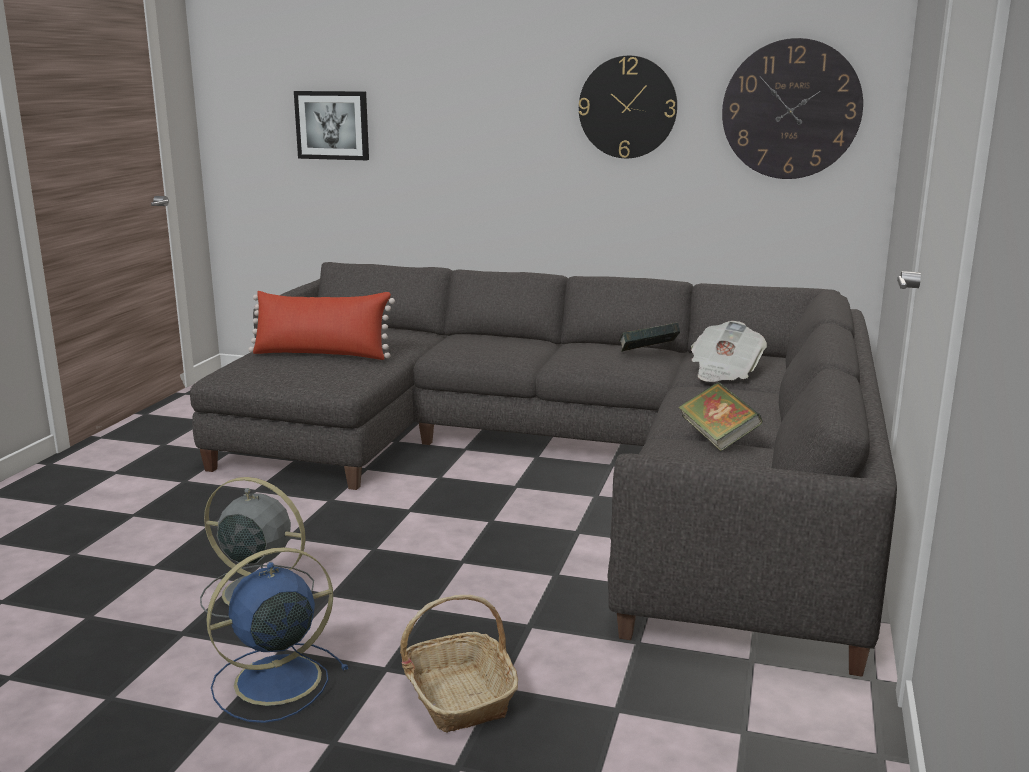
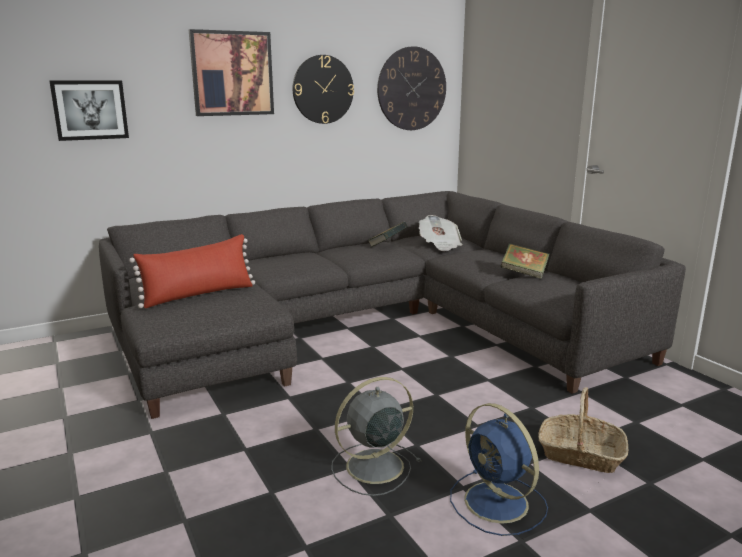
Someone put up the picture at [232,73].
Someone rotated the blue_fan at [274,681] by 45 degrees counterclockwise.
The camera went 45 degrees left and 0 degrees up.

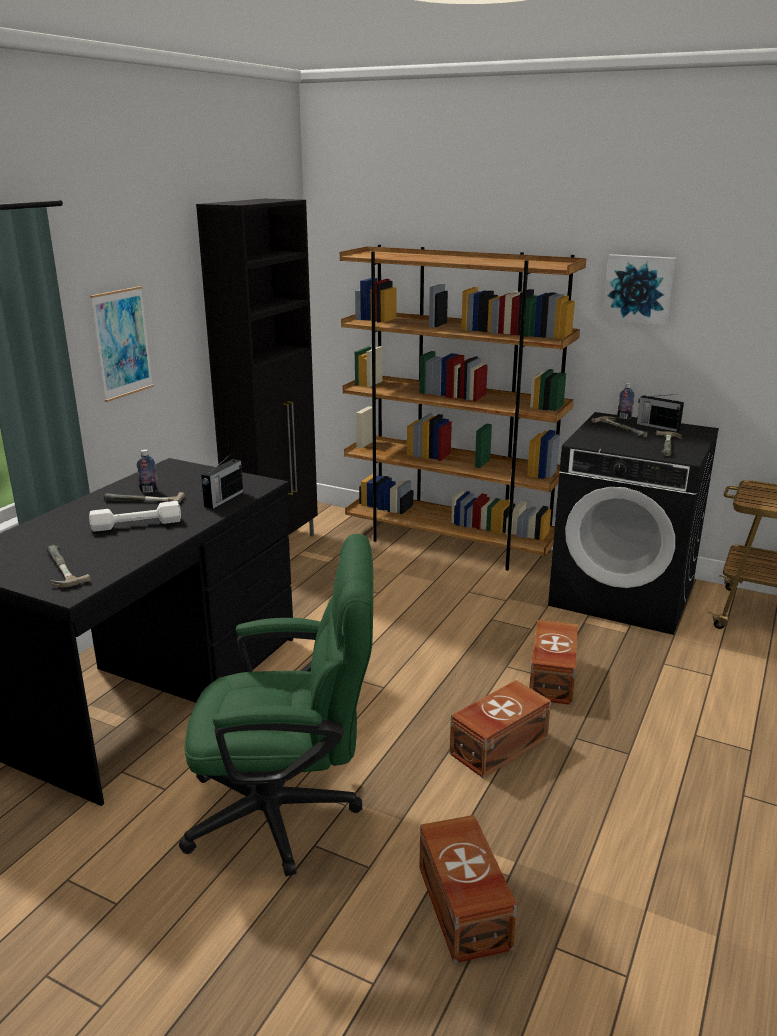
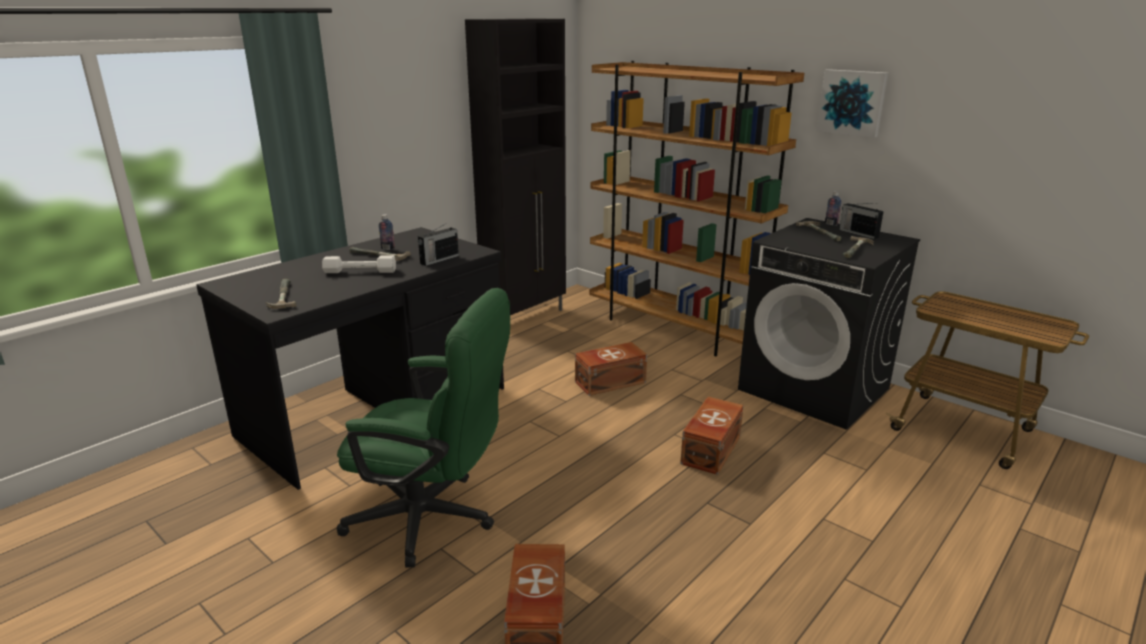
Someone took away the picture at [122,343].
Someone carried the brown_storage_box from [497,746] to [609,382].
The camera went 15 degrees right and 0 degrees up.

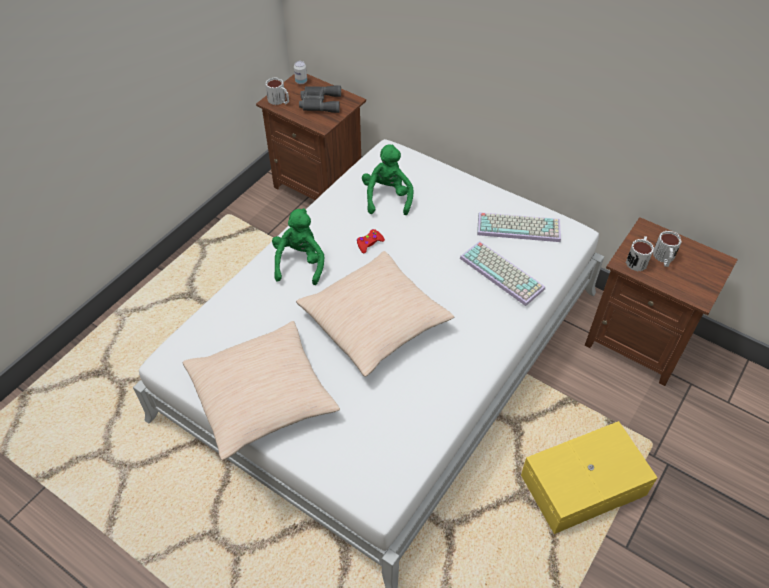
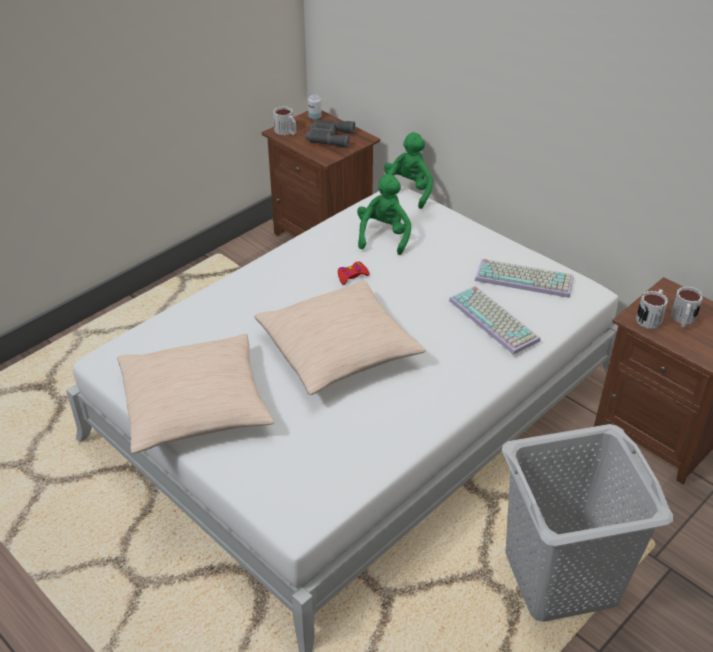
Someone carried the green_plush_toy from [300,262] to [408,191].
Someone swapped the yellow_storage_box at [584,486] for the grey_laundry_basket at [561,577].
The camera went 10 degrees right and 10 degrees down.

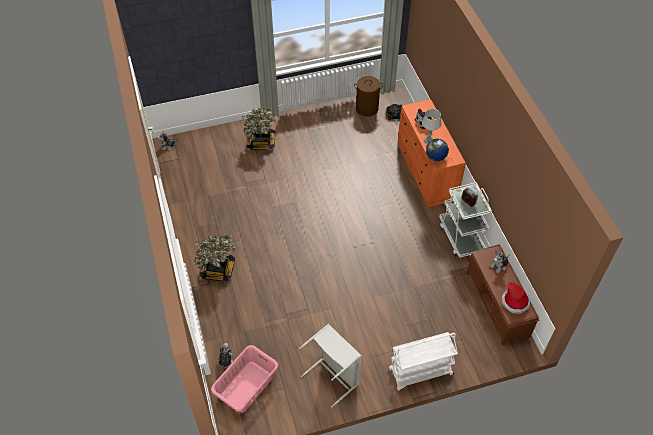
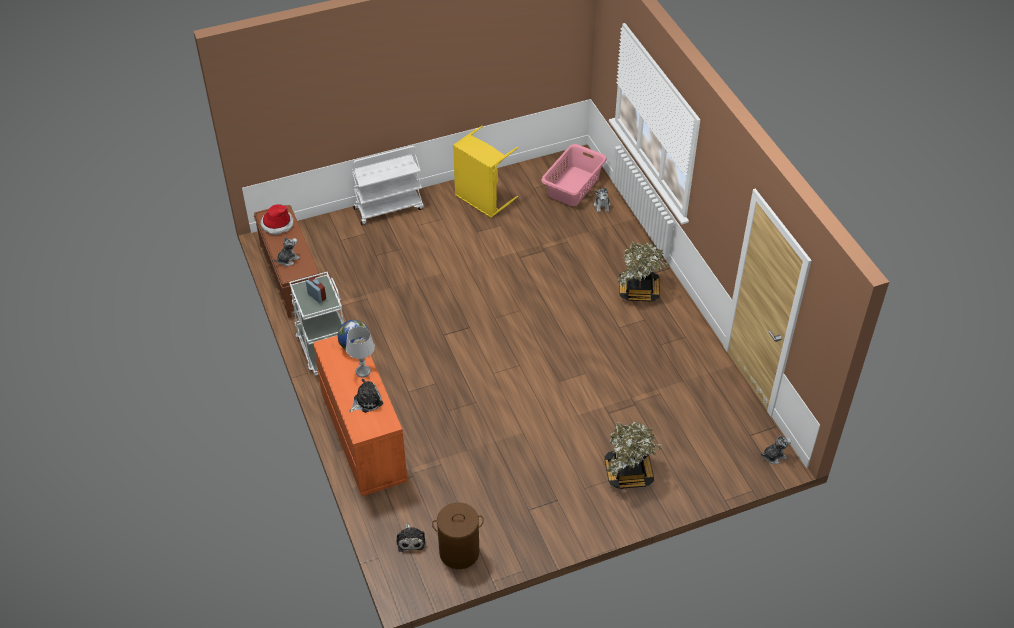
Someone repainted the grey_laundry_basket at [334,376], which became the yellow_laundry_basket at [482,200].
The camera went 175 degrees right and 5 degrees down.

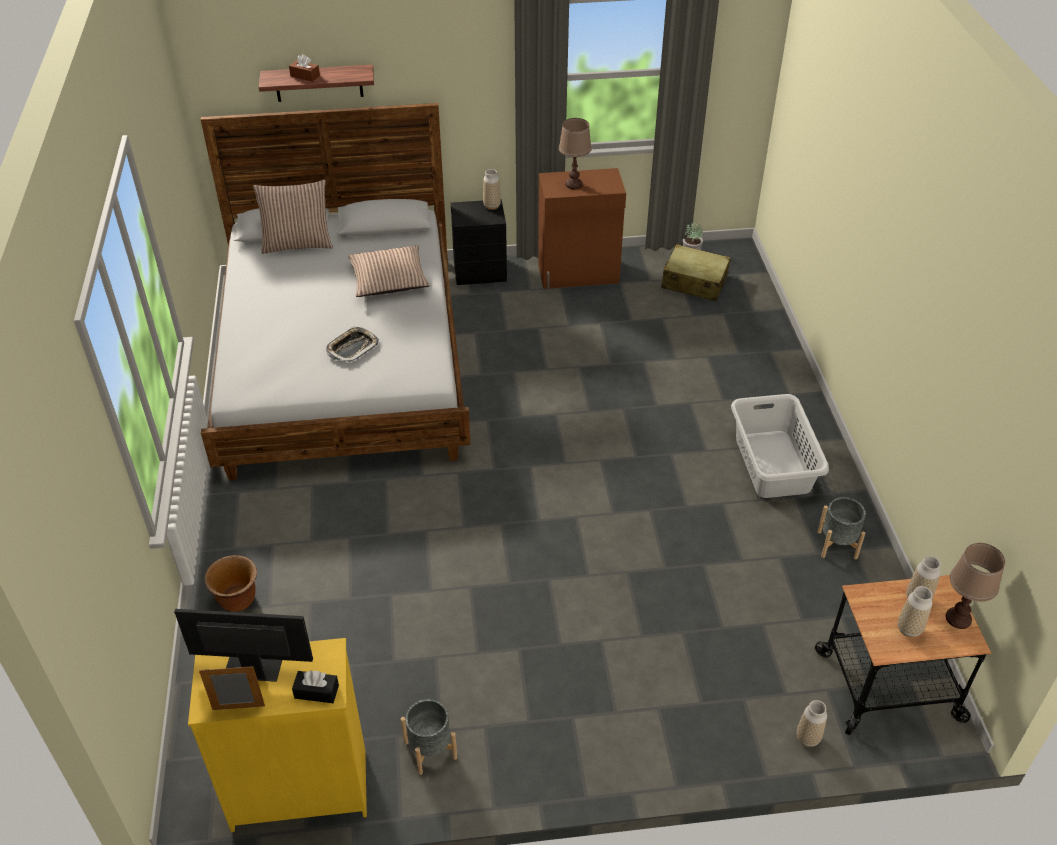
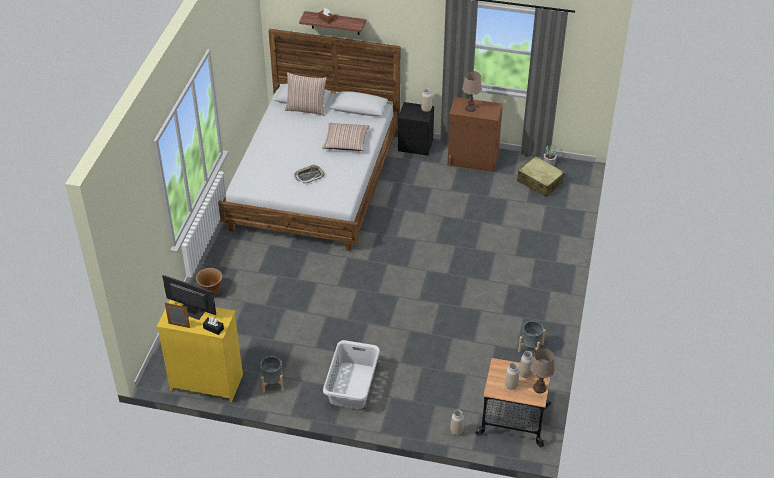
Someone carried the grey_laundry_basket from [772,464] to [351,386].
The camera went 20 degrees right and 0 degrees up.

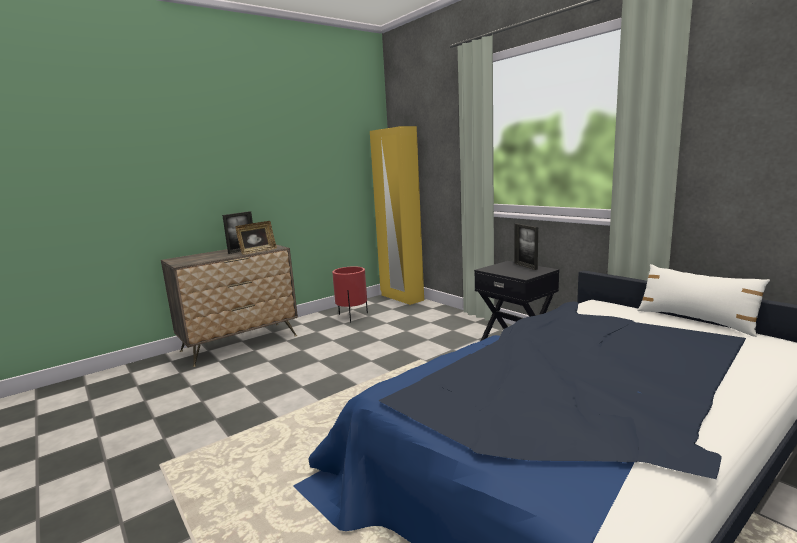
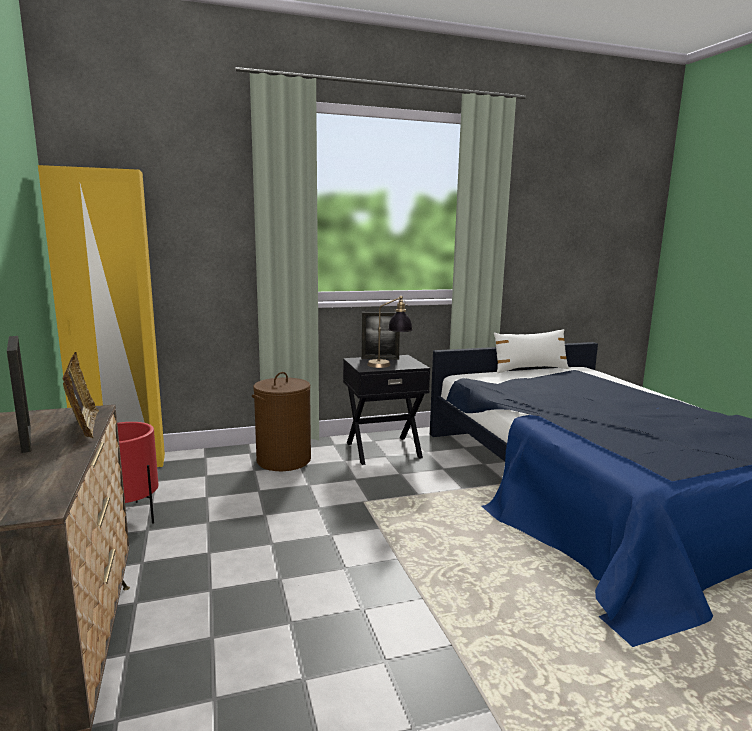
Someone put down the brown_laundry_basket at [284,460].
Someone put down the table_lamp at [389,365].
The camera went 70 degrees left and 0 degrees up.

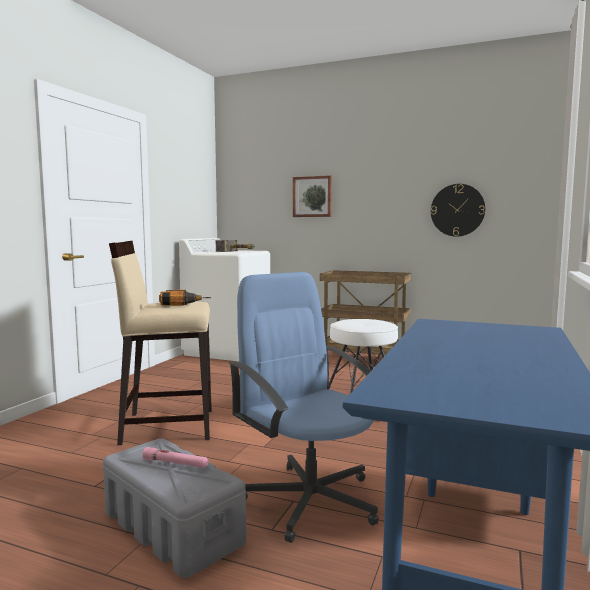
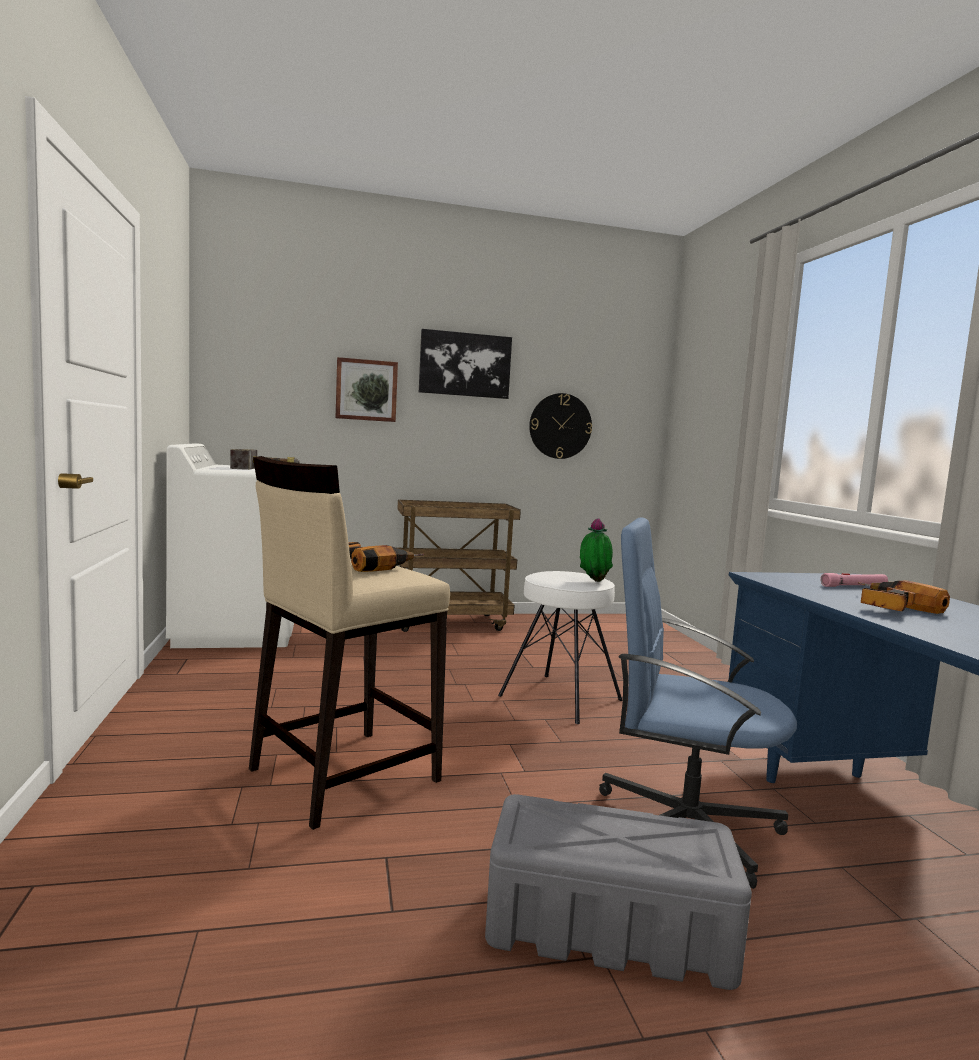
Someone put up the picture at [465,364].
Someone put down the potted_plant at [593,581].
Someone put down the power_drill at [888,607].
Someone carried the pink_flashlight from [175,463] to [854,586].
The camera went 35 degrees left and 0 degrees up.

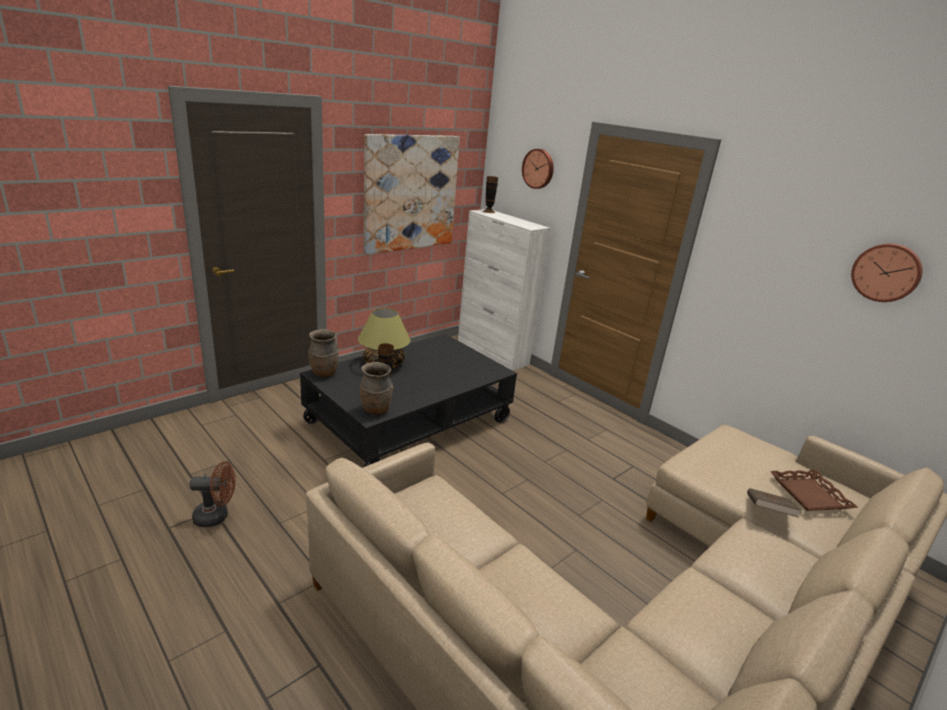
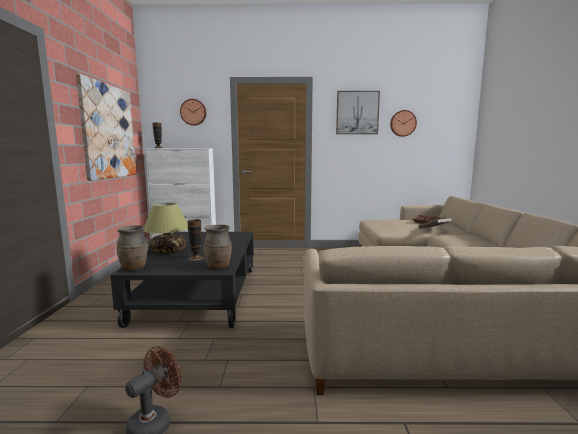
Someone put up the picture at [357,113].
The camera went 45 degrees left and 15 degrees down.

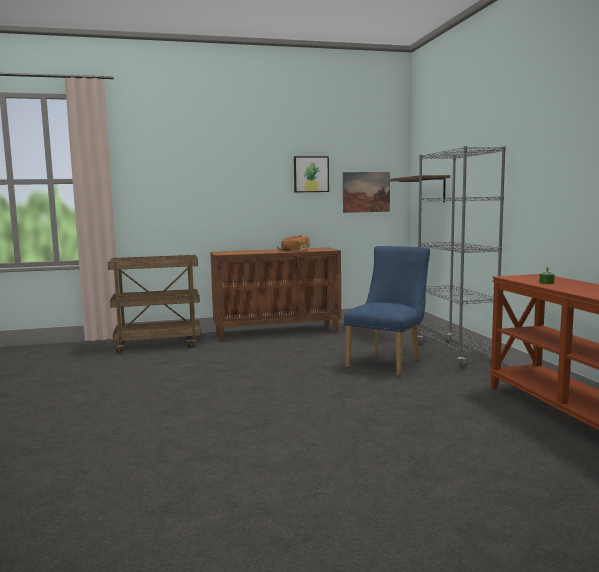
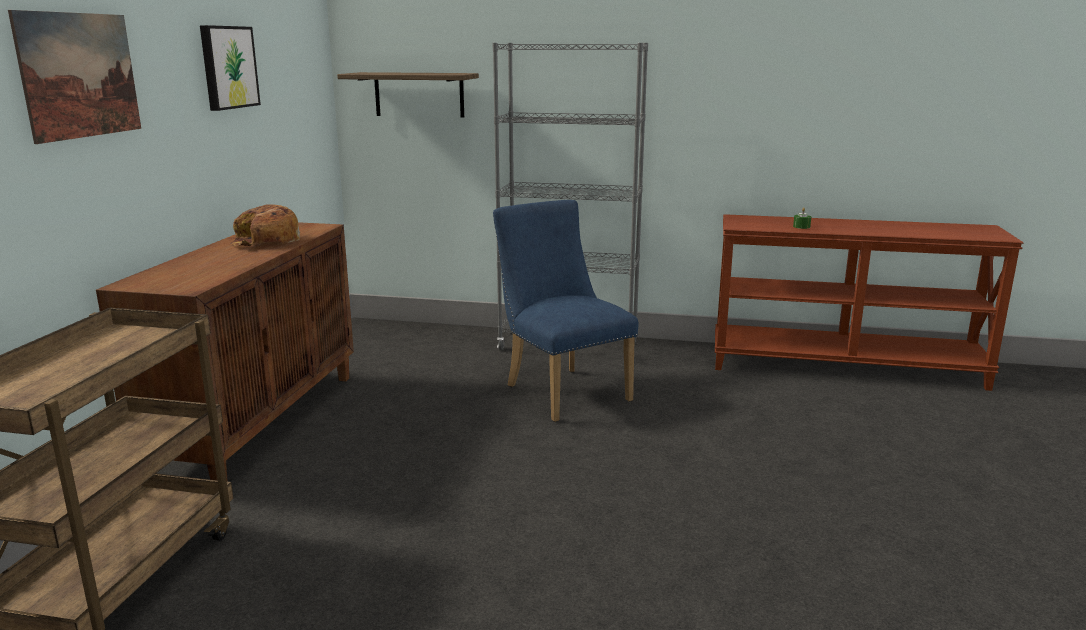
Someone carried the picture from [366,192] to [80,75].
The camera went 65 degrees left and 10 degrees up.

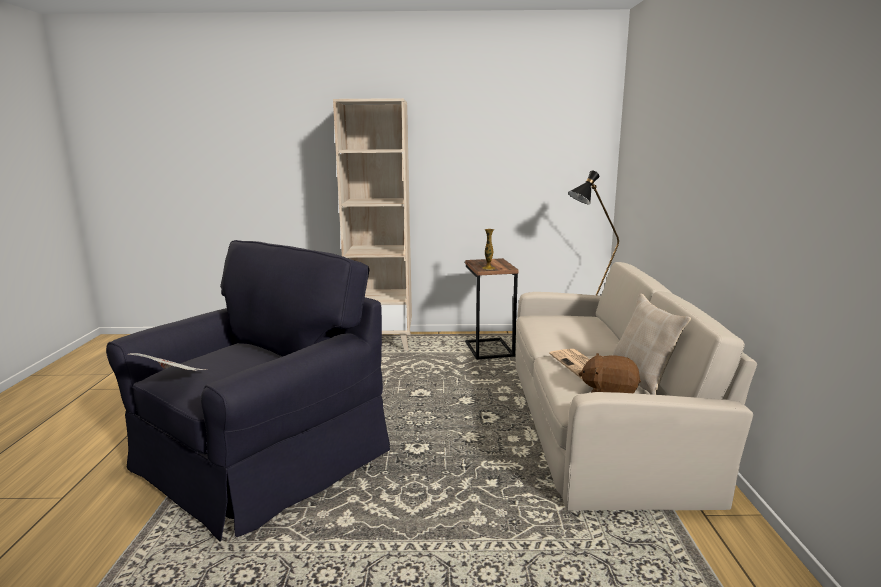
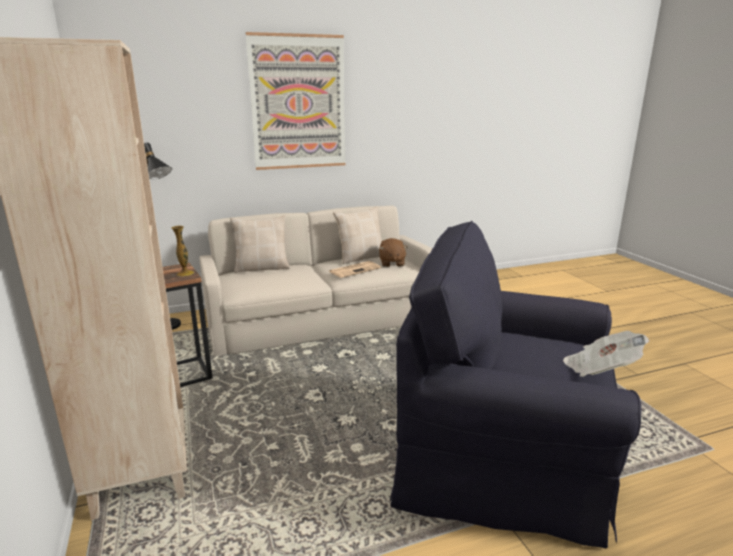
Someone put down the beige_pillow at [262,268].
Someone put up the picture at [298,103].
The camera went 110 degrees left and 5 degrees up.

